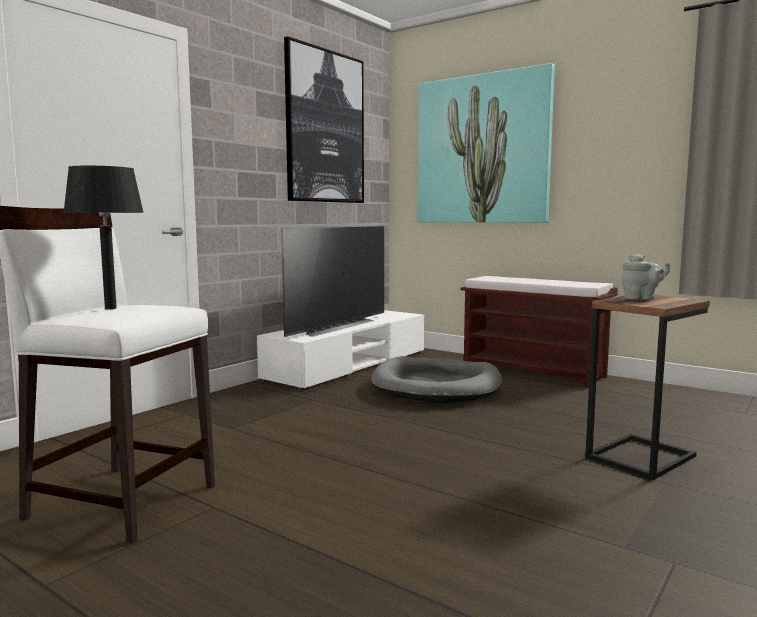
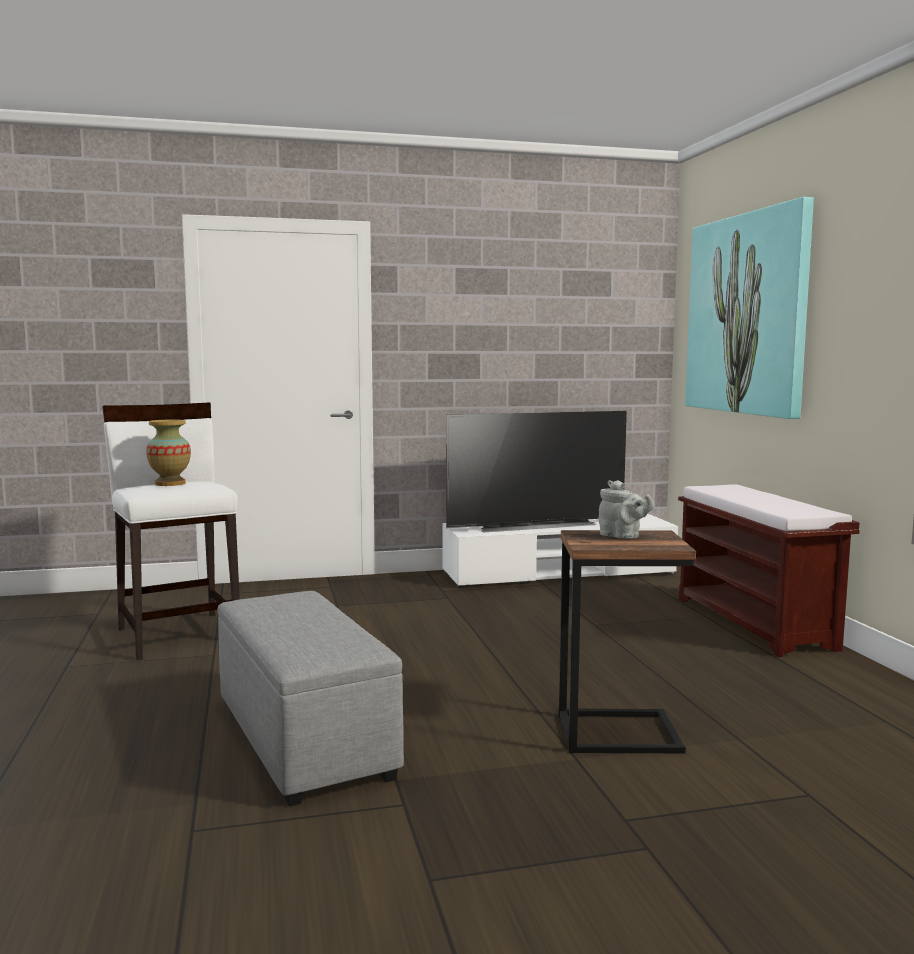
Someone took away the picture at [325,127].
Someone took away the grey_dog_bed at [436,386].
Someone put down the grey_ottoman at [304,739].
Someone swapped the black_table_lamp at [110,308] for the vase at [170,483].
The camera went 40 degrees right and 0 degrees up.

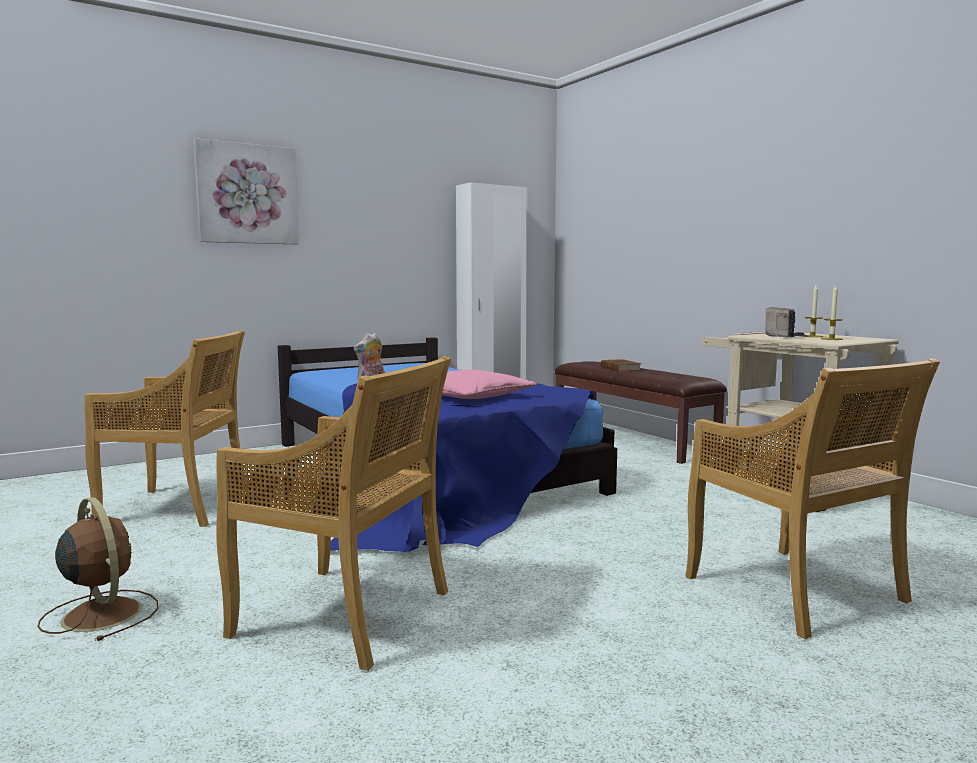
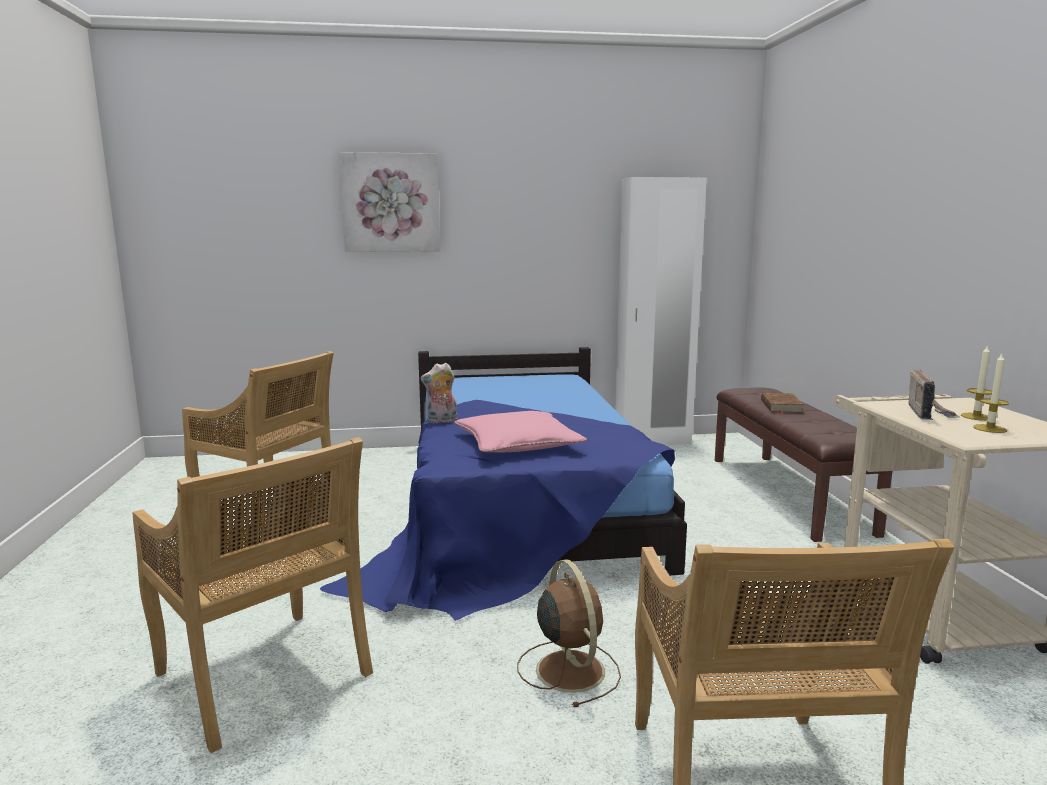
Someone carried the brown_fan from [101,613] to [569,669].
The camera went 25 degrees right and 5 degrees up.

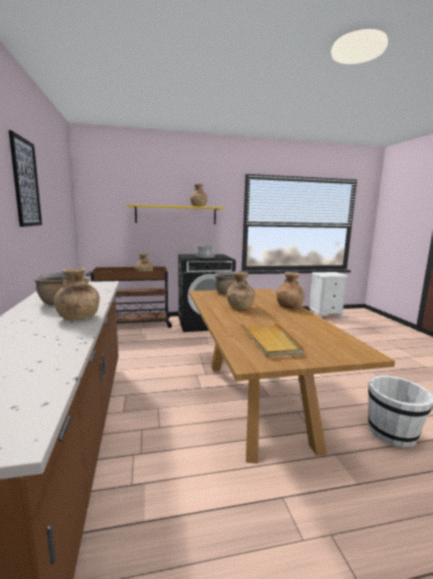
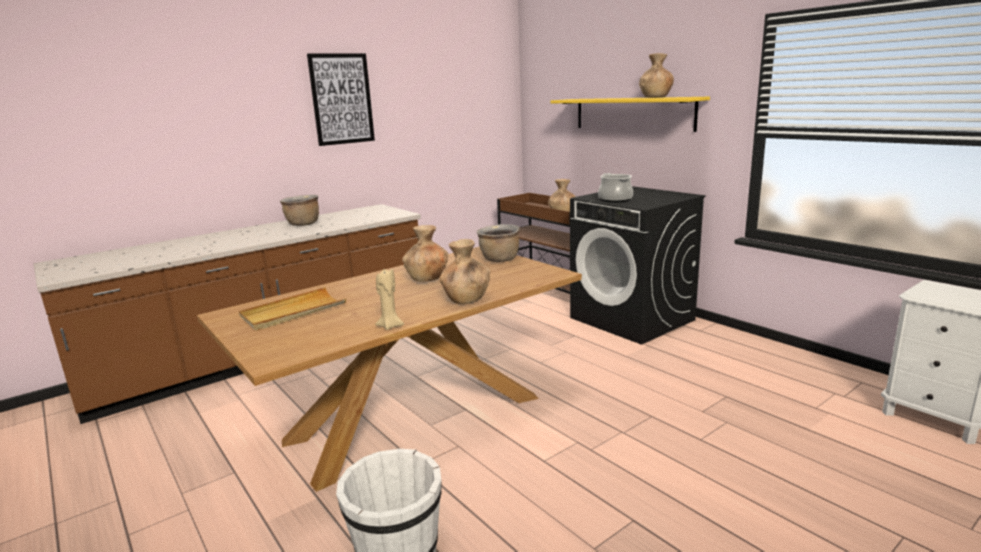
Someone took away the brown_vase at [78,317].
Someone put down the beige_candle at [390,326].
The camera went 65 degrees right and 5 degrees up.

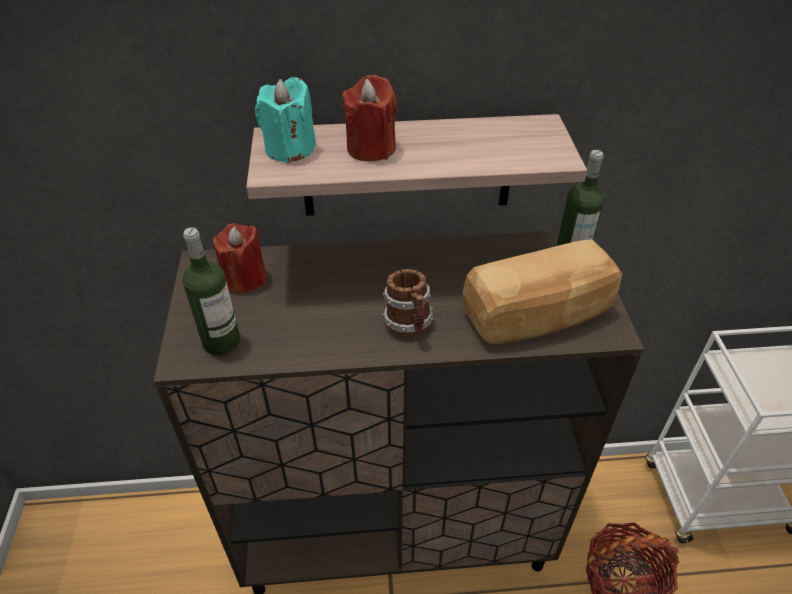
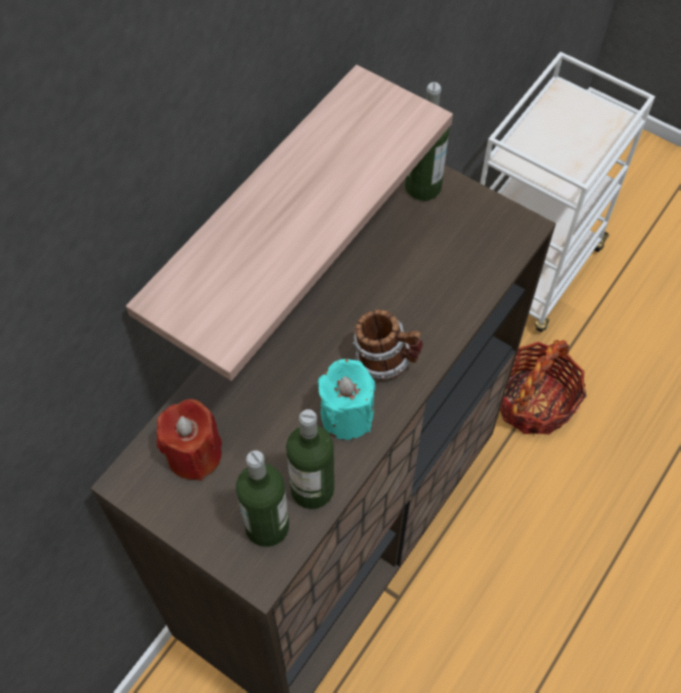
Someone took away the red_candle at [371,148].
Someone took away the bread at [538,316].
Someone put down the bottle at [312,489].
Someone carried the turquoise_candle from [290,149] to [346,415].
The camera went 50 degrees left and 15 degrees up.

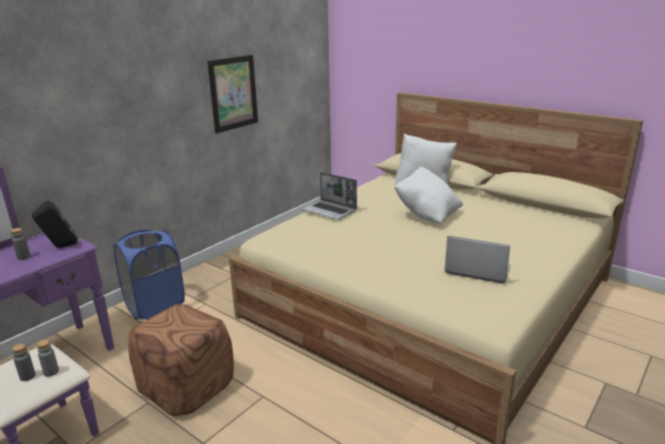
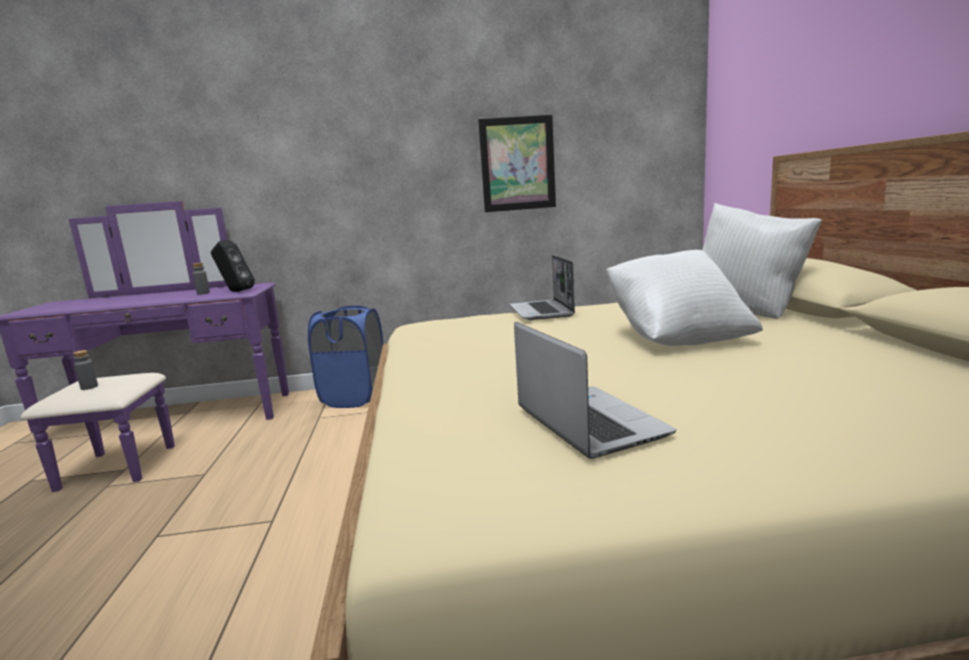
Someone took away the grey_bottle at [51,372].
Someone took away the brown_ottoman at [186,386].
The camera went 45 degrees right and 10 degrees down.

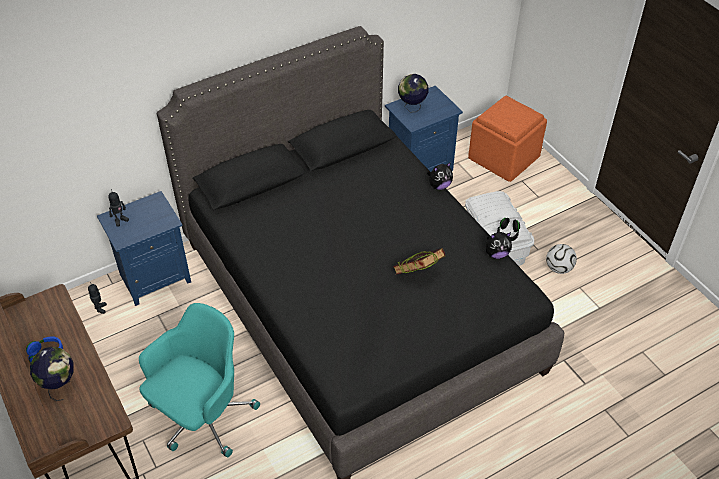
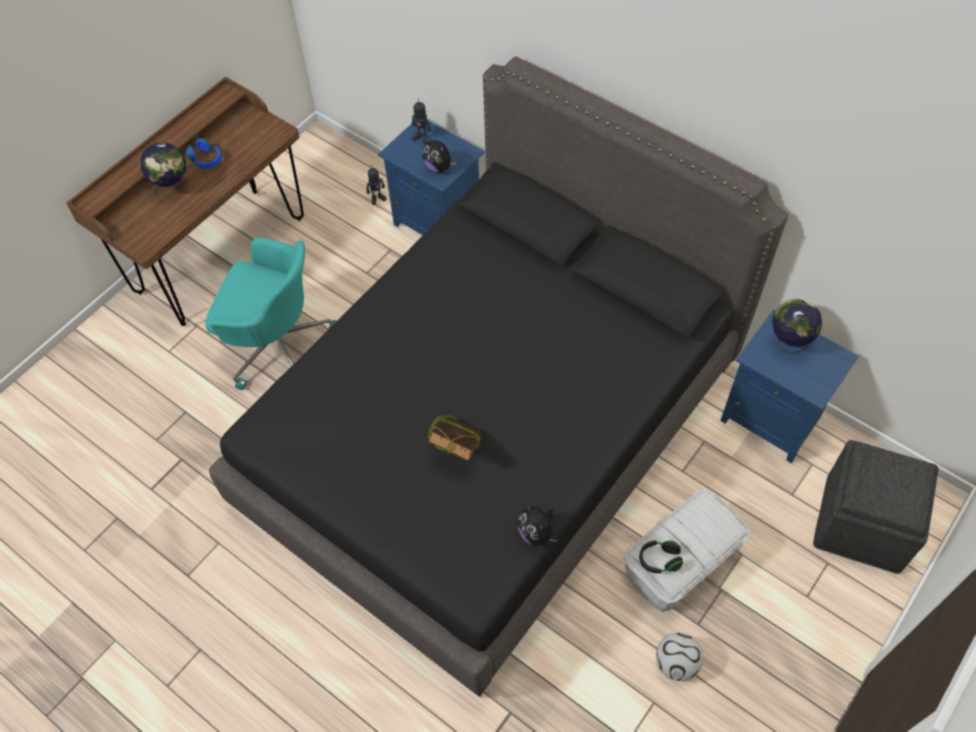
Someone carried the plush_toy from [439,185] to [439,167].
Someone repainted the orange_ottoman at [504,157], which became the grey_ottoman at [863,524].
The camera went 70 degrees right and 10 degrees up.

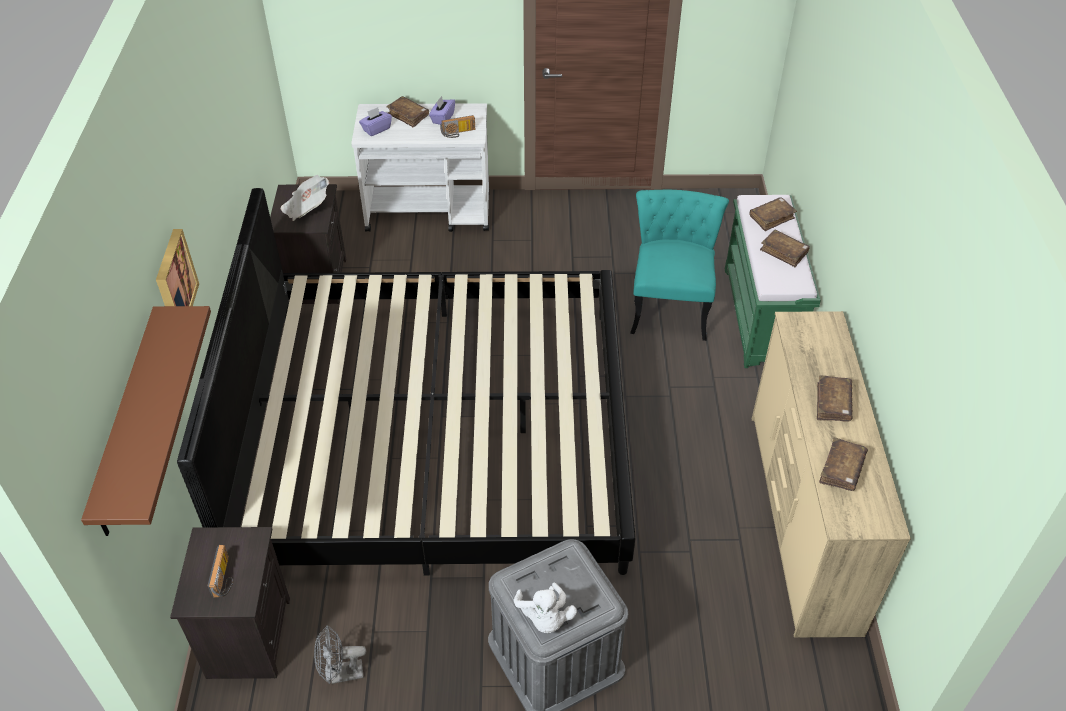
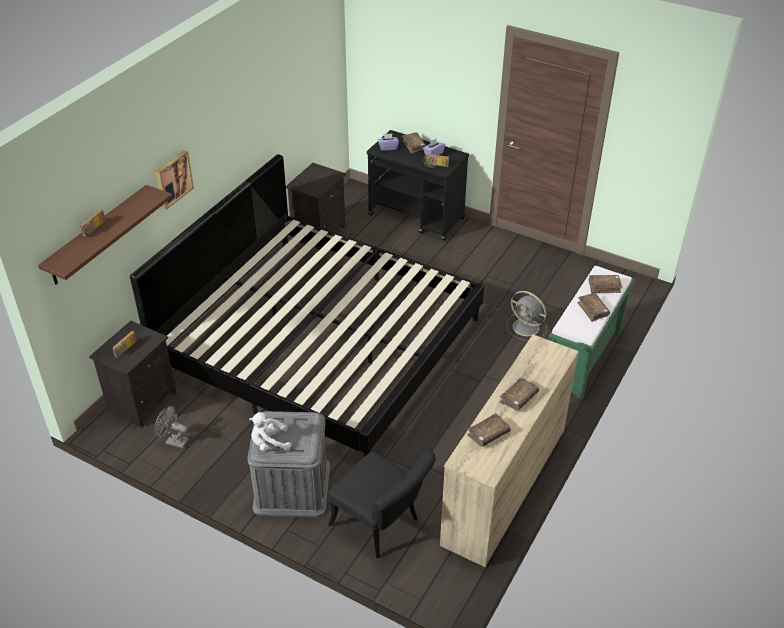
Someone took away the newspaper at [306,208].
Someone put down the radio at [95,229].
Someone put down the black_chair at [381,526].
Someone swapped the turquoise_chair at [670,304] for the grey_fan at [527,328].
Someone repainted the white_cart at [429,212], which became the black_cart at [417,217].
Someone rotated the white_plush_toy at [545,618] by 60 degrees clockwise.
The camera went 30 degrees right and 5 degrees down.

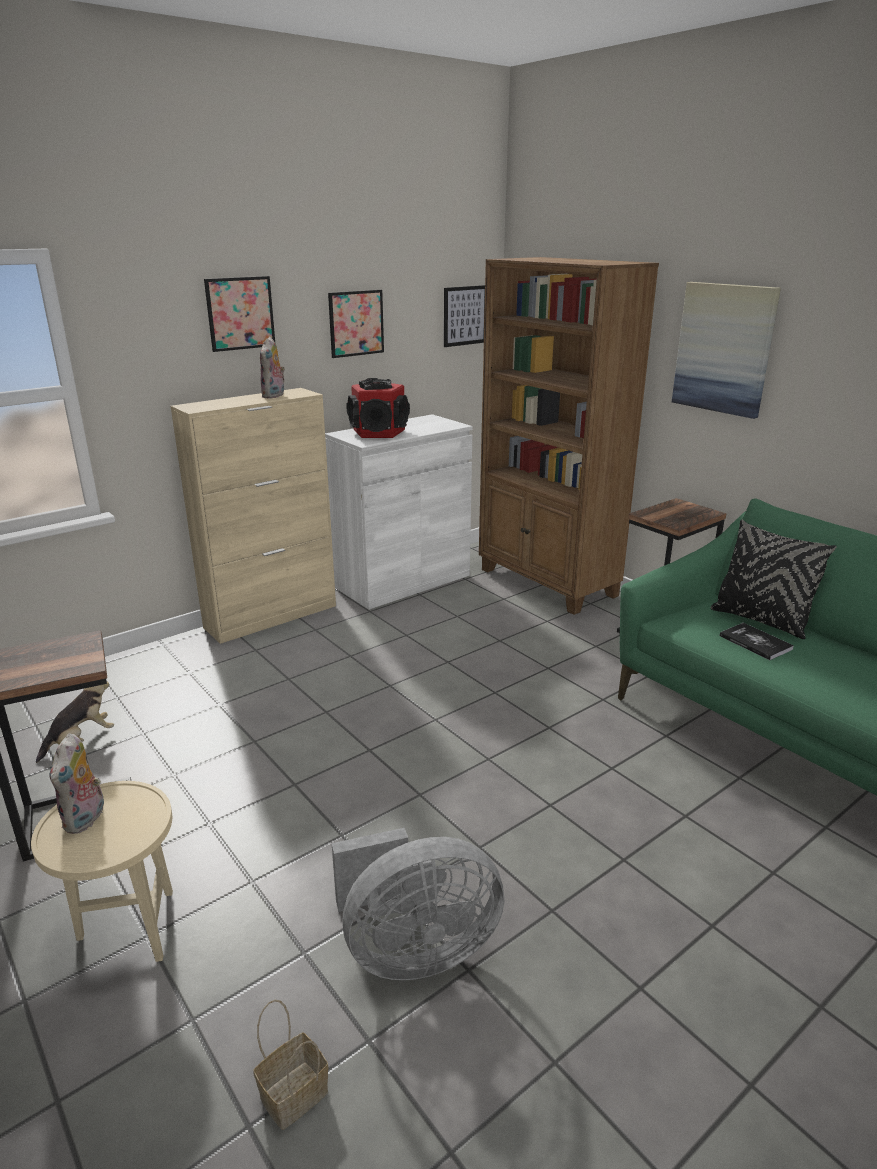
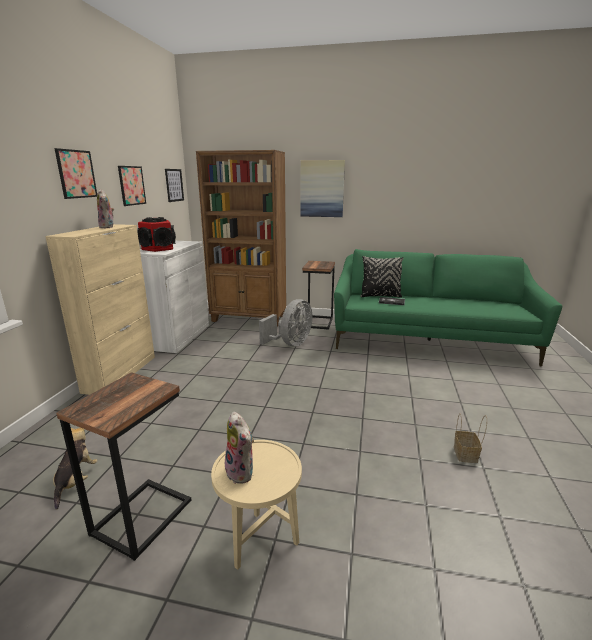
Someone carried the basket from [293,1097] to [466,455].
Someone carried the grey_fan from [413,951] to [290,344].
The camera went 40 degrees left and 5 degrees down.

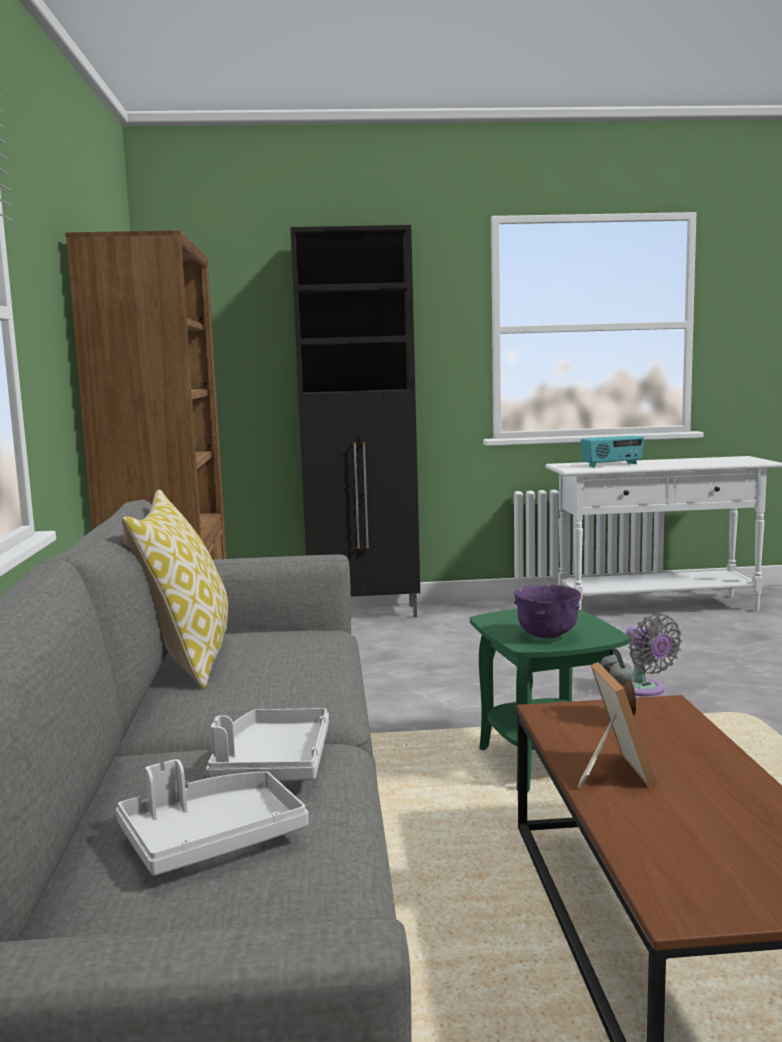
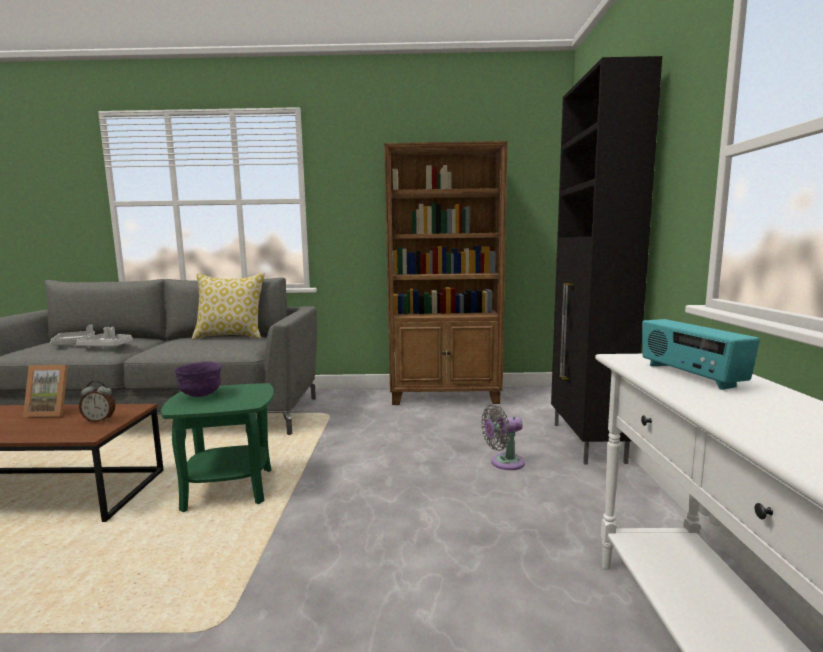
Someone carried the grey_fan from [644,690] to [504,463].
The camera went 95 degrees right and 0 degrees up.

